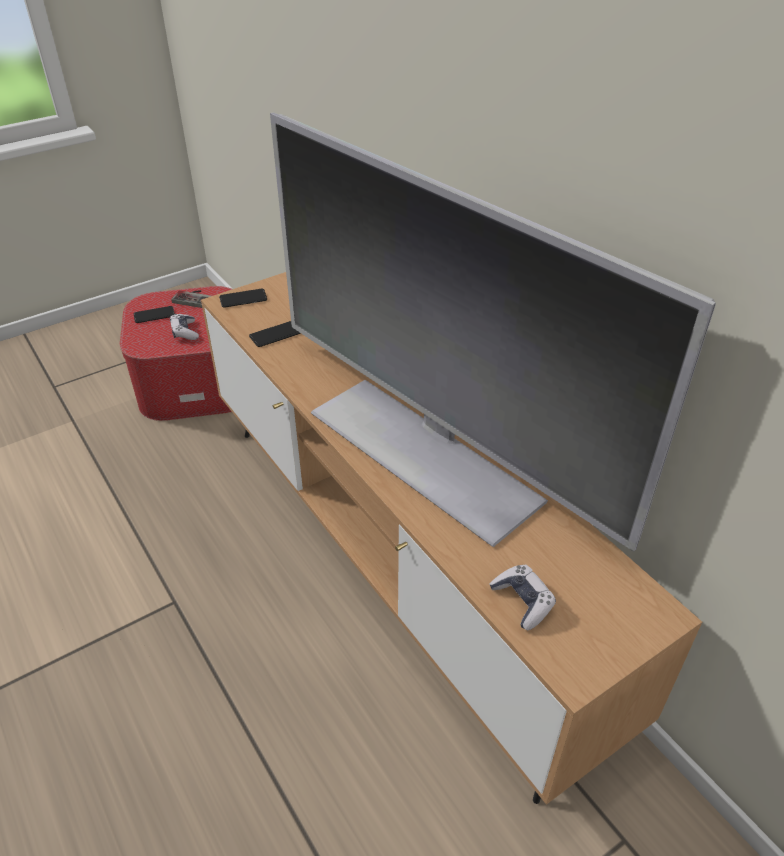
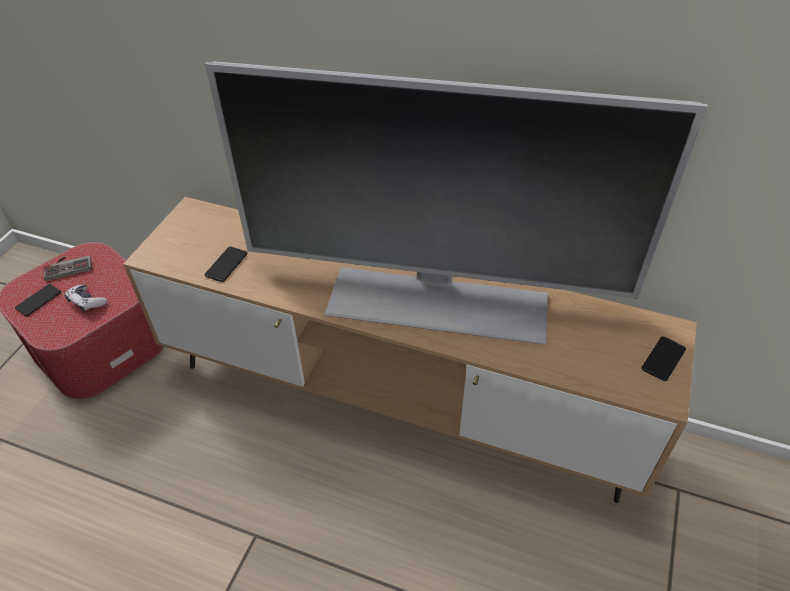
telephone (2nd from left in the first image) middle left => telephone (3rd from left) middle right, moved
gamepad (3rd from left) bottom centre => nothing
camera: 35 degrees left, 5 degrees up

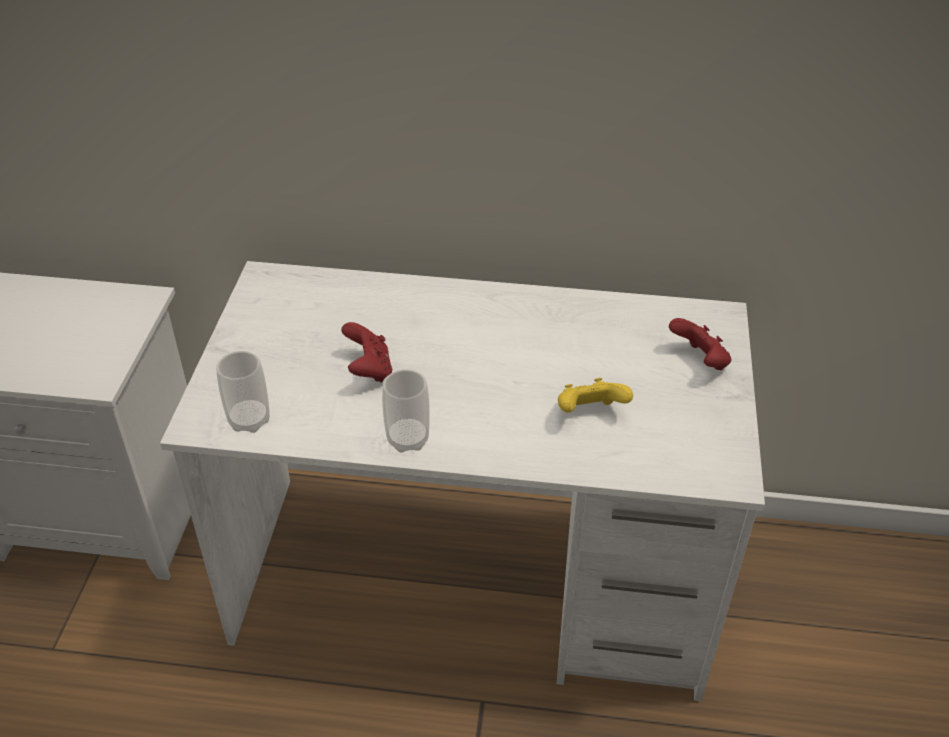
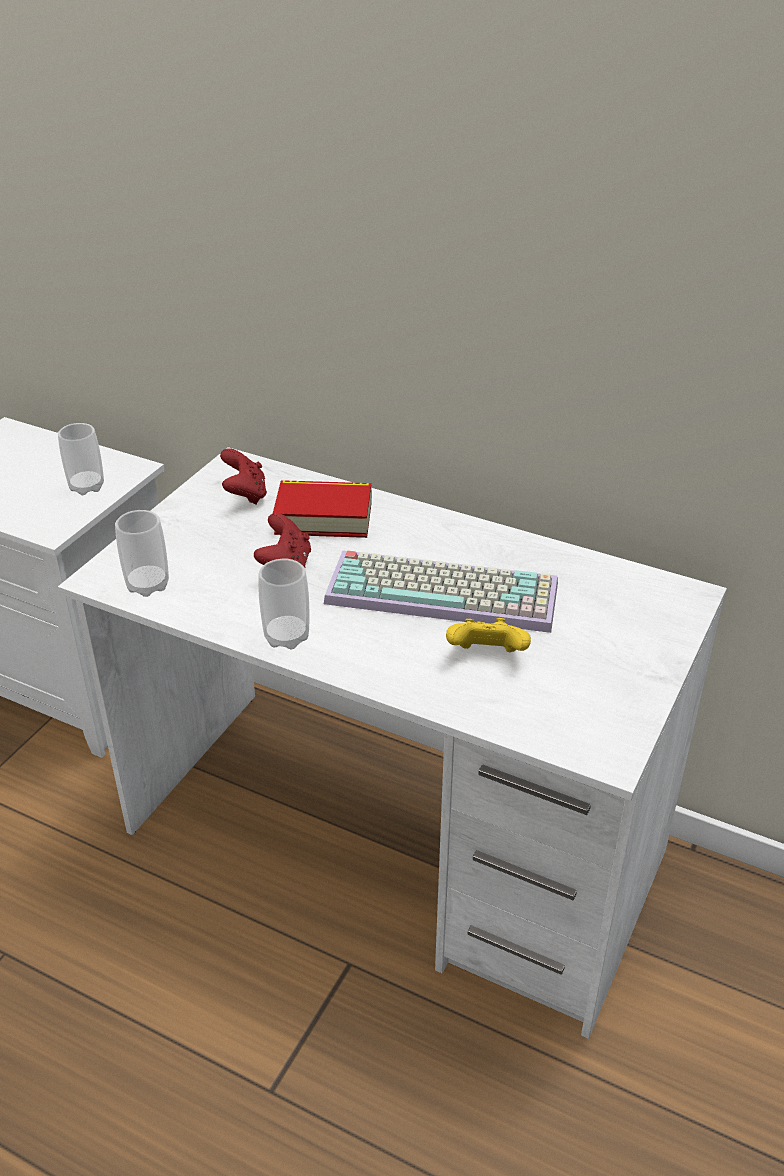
gamepad (red) (2nd from left in the first image) middle right => gamepad (red) (1st from left) middle left, moved
nothing => drinking cup (1st from left) middle left
nothing => bound book centre
nothing => computer keyboard centre
camera: 20 degrees right, 5 degrees down

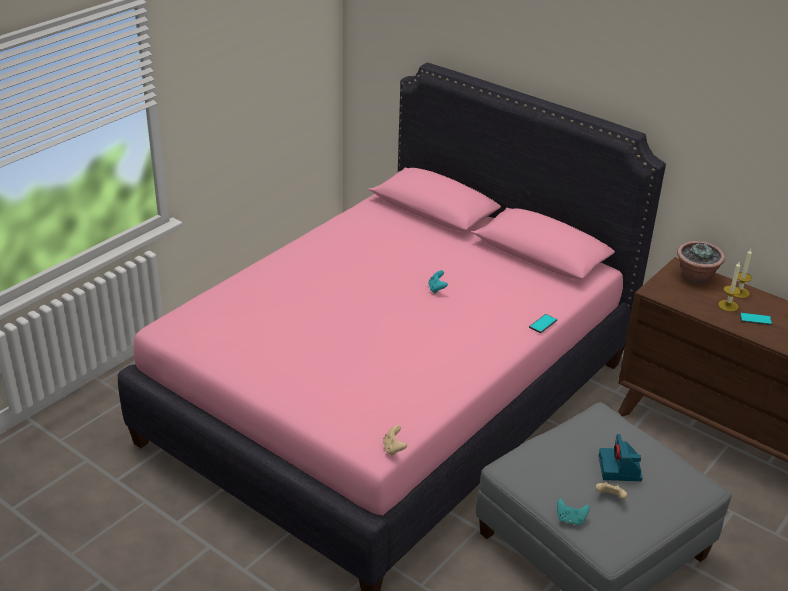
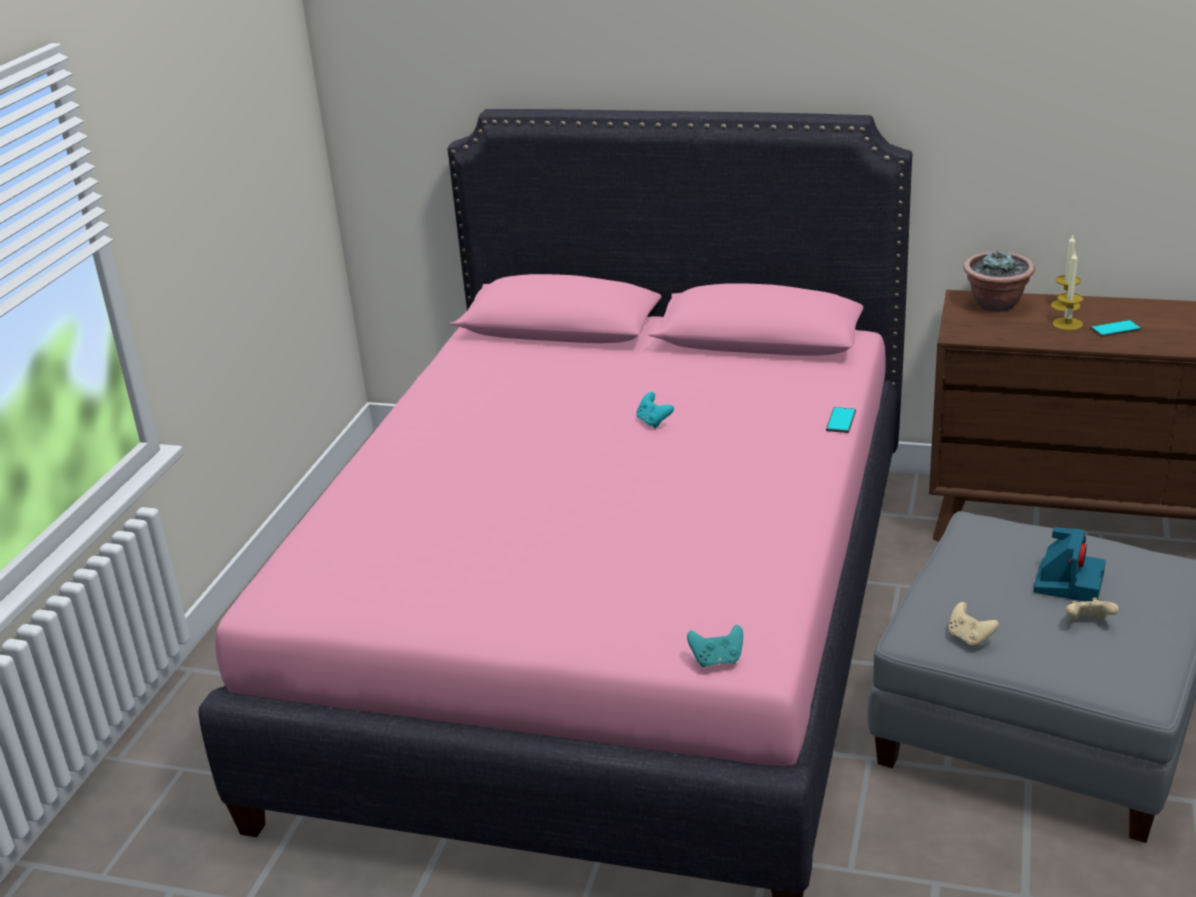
gamepad (beige-coloured) (1st from left) bottom centre => gamepad (beige-coloured) (1st from left) bottom right, moved
gamepad (turquoise-coloured) (2nd from left) bottom right => gamepad (turquoise-coloured) (2nd from left) bottom centre, moved
still camera bottom right => still camera middle right, 135 degrees counterclockwise
camera: 20 degrees left, 5 degrees down

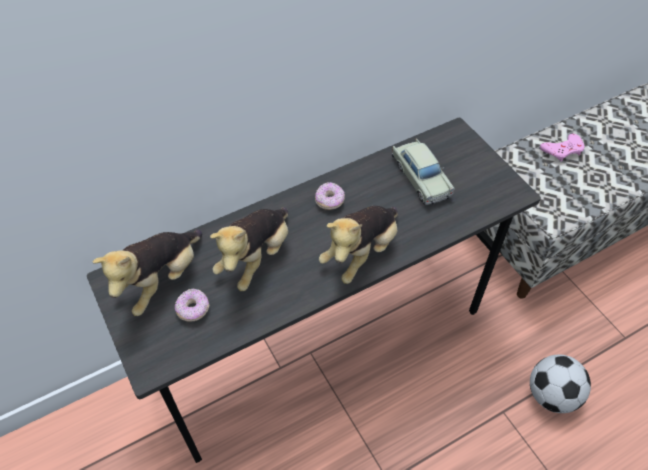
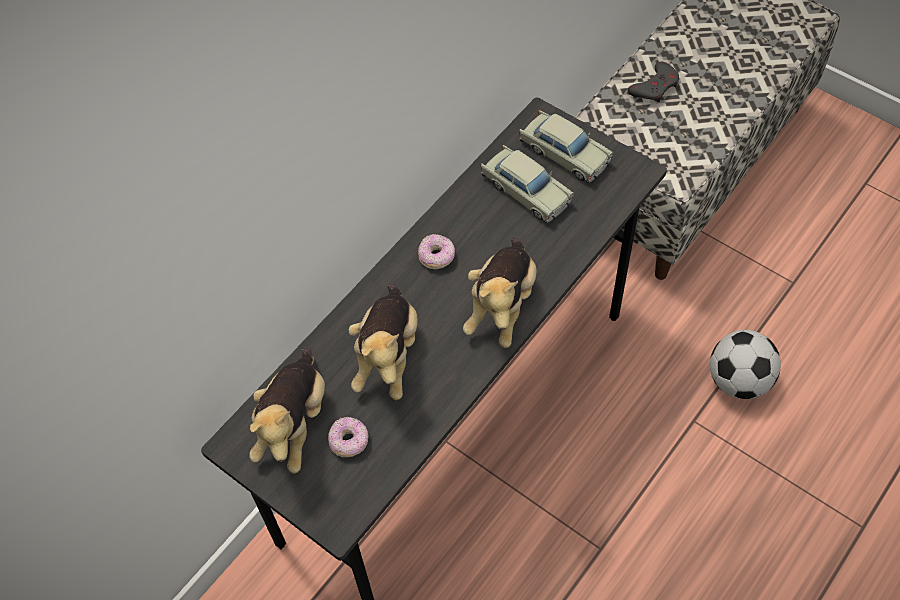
gamepad (pink) top right => gamepad (grey) top right
nothing => model car (beige-coloured) (2nd from left) top centre
camera: 20 degrees left, 5 degrees up

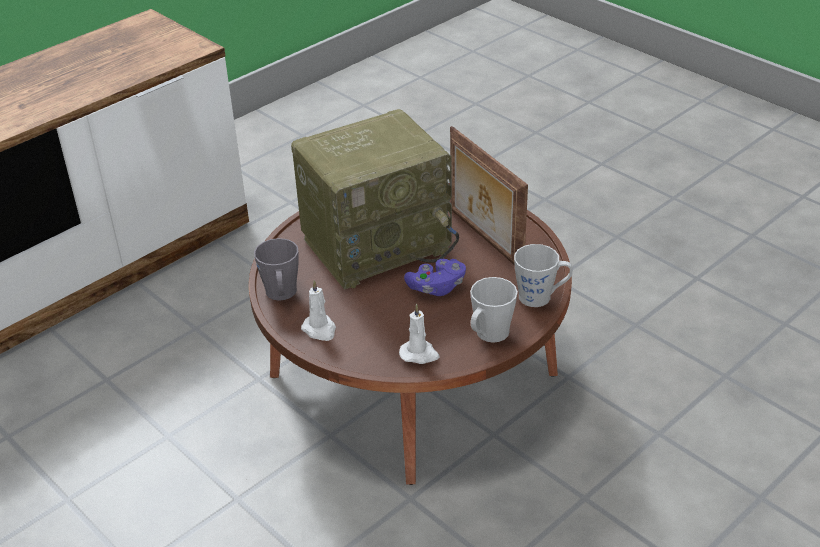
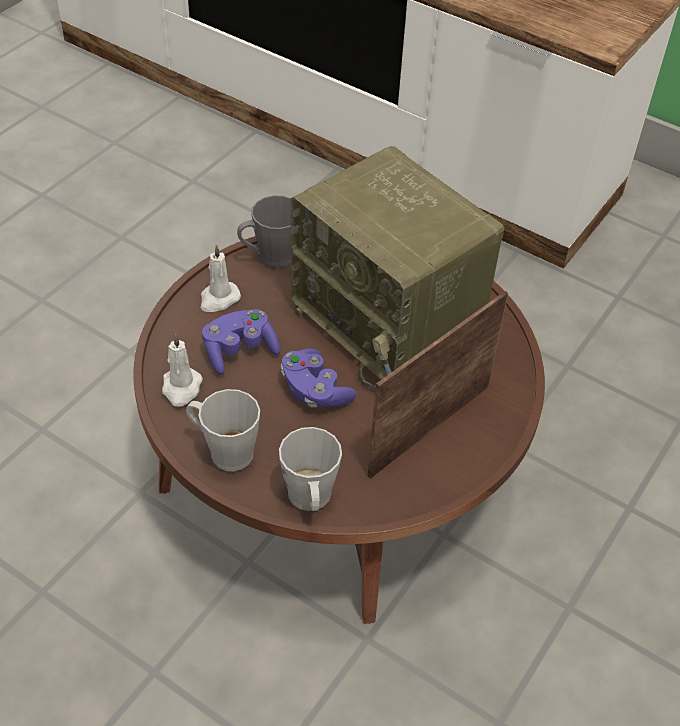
nothing => gamepad (purplish) (1st from left) centre
camera: 75 degrees right, 10 degrees up

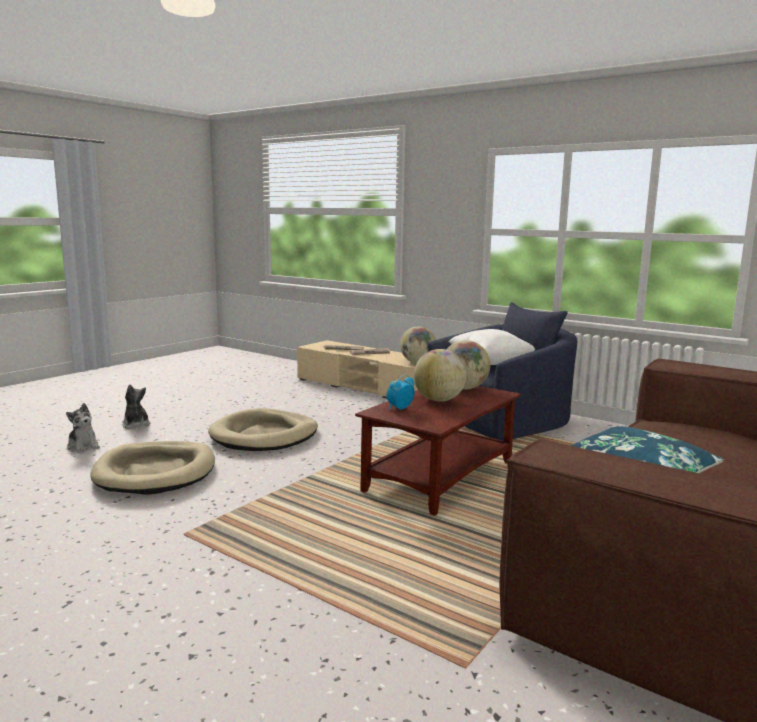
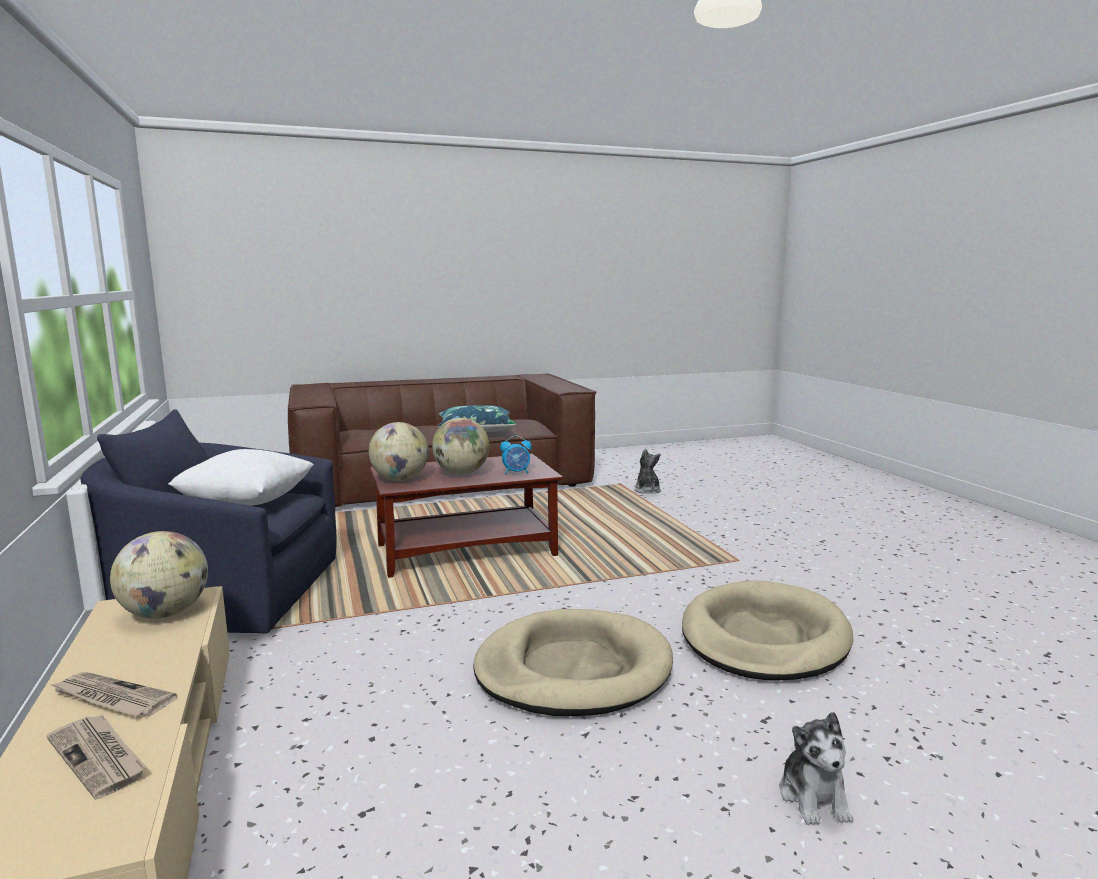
soft toy (1st from left) middle left => soft toy (1st from left) centre, moved
camera: 145 degrees left, 0 degrees up

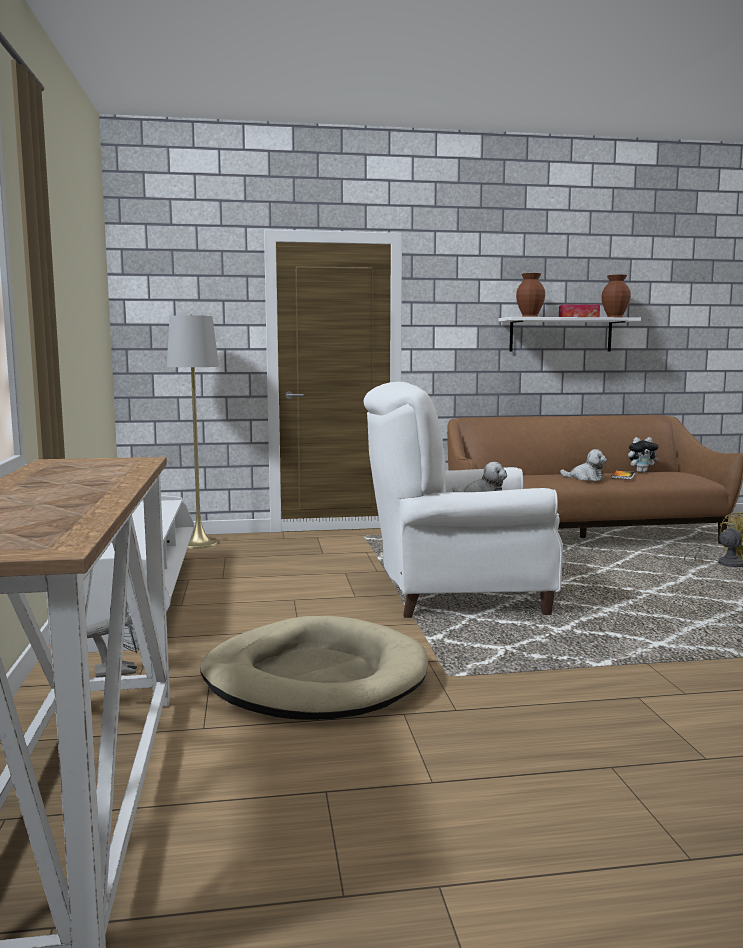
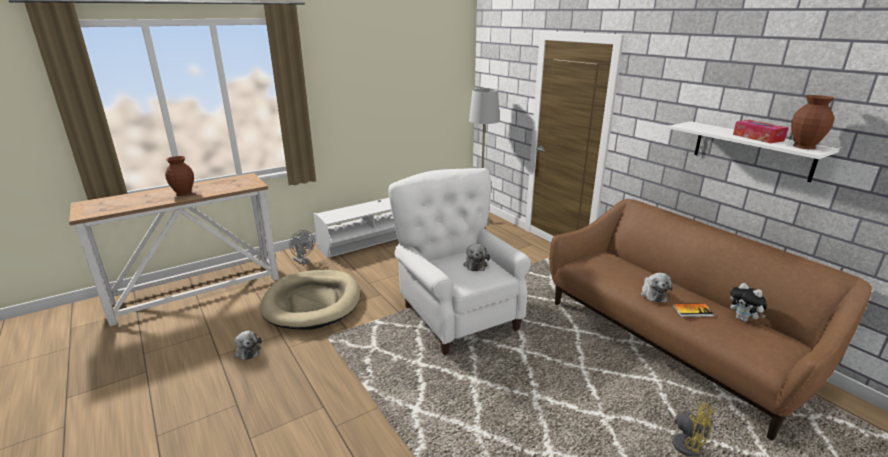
decorative vase (brown-coloured) (1st from left) top right => decorative vase (brown-coloured) (1st from left) middle left, moved
nothing => soft toy (1st from left) bottom left
camera: 65 degrees right, 15 degrees up

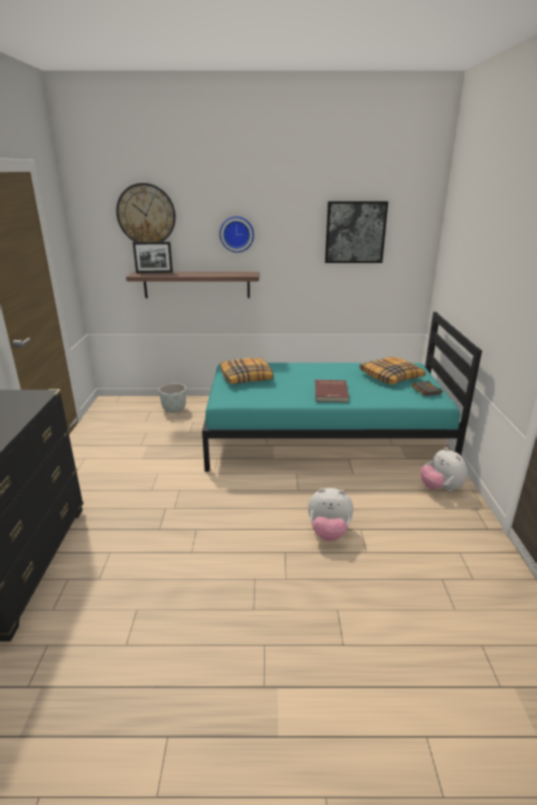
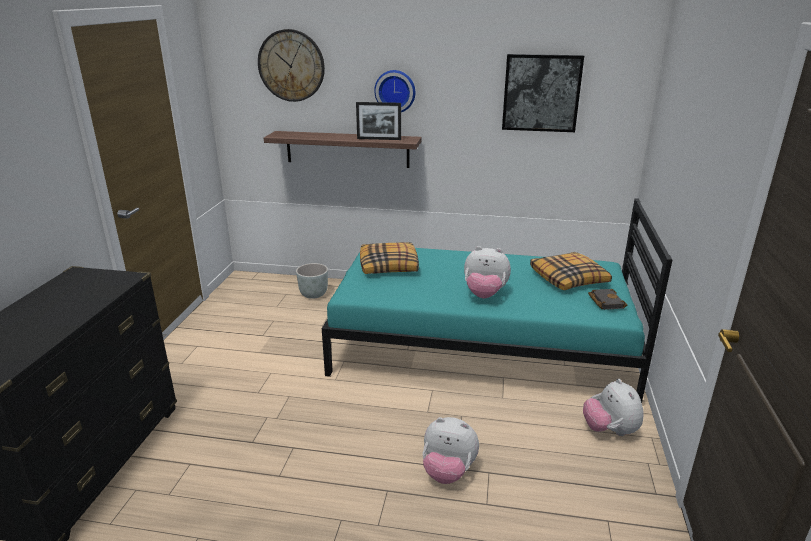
standing frame top left => standing frame top centre, moved
bound book (red) centre => soft toy (2nd from left) centre
camera: 10 degrees right, 0 degrees up

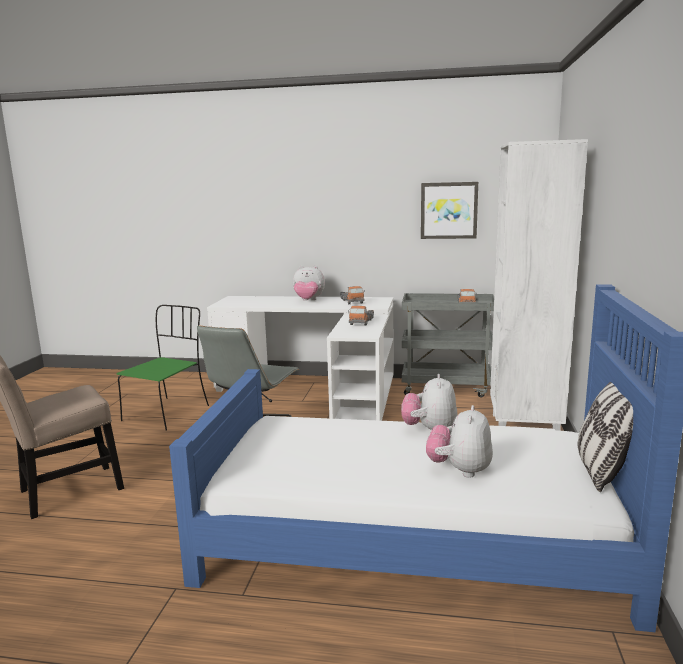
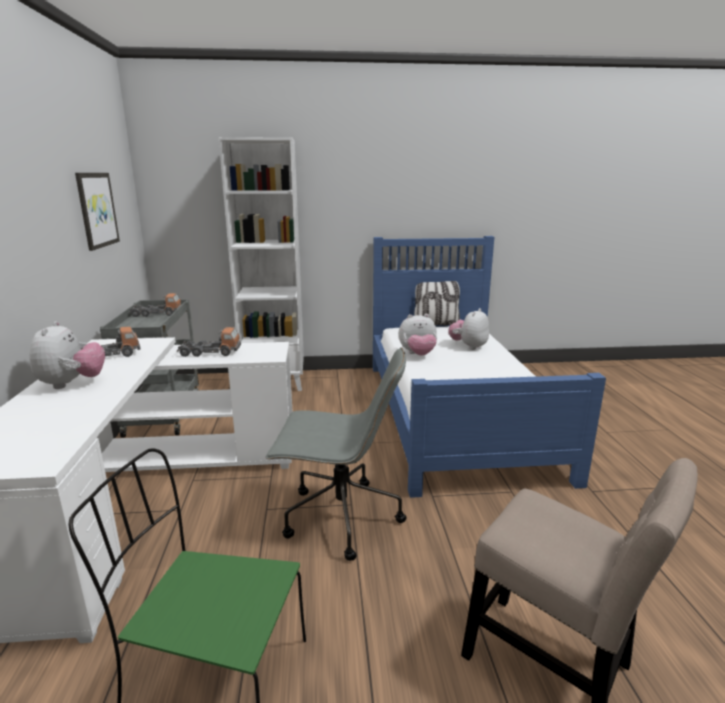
soft toy (3rd from left) middle right => soft toy (3rd from left) centre, 120 degrees clockwise
camera: 105 degrees left, 5 degrees up

